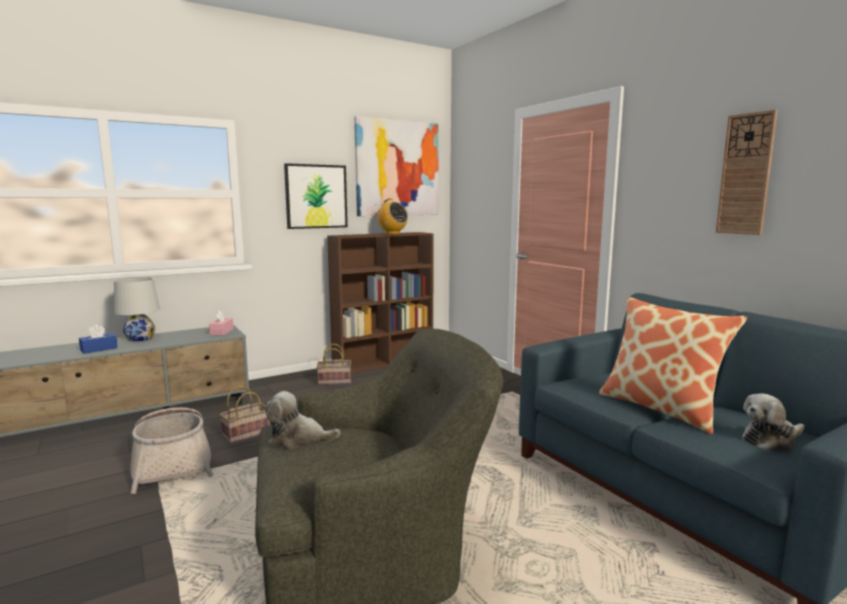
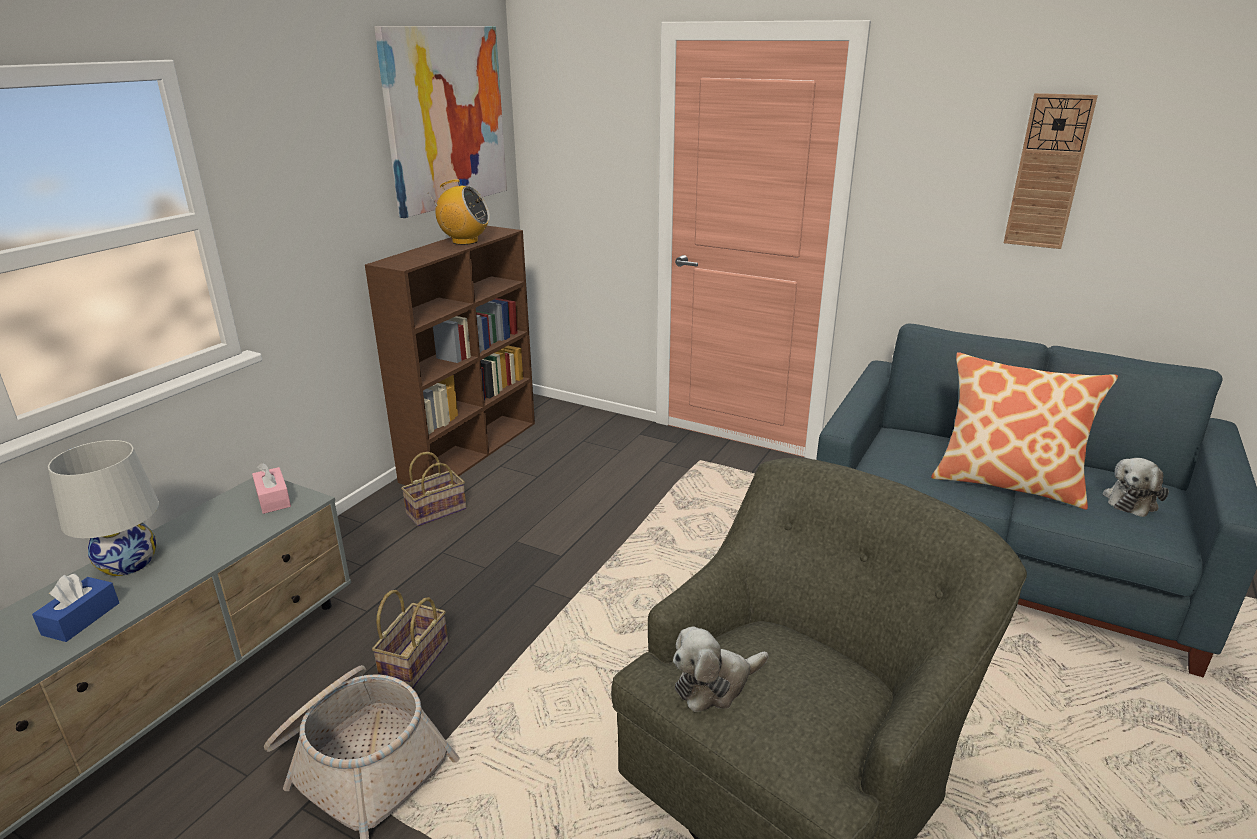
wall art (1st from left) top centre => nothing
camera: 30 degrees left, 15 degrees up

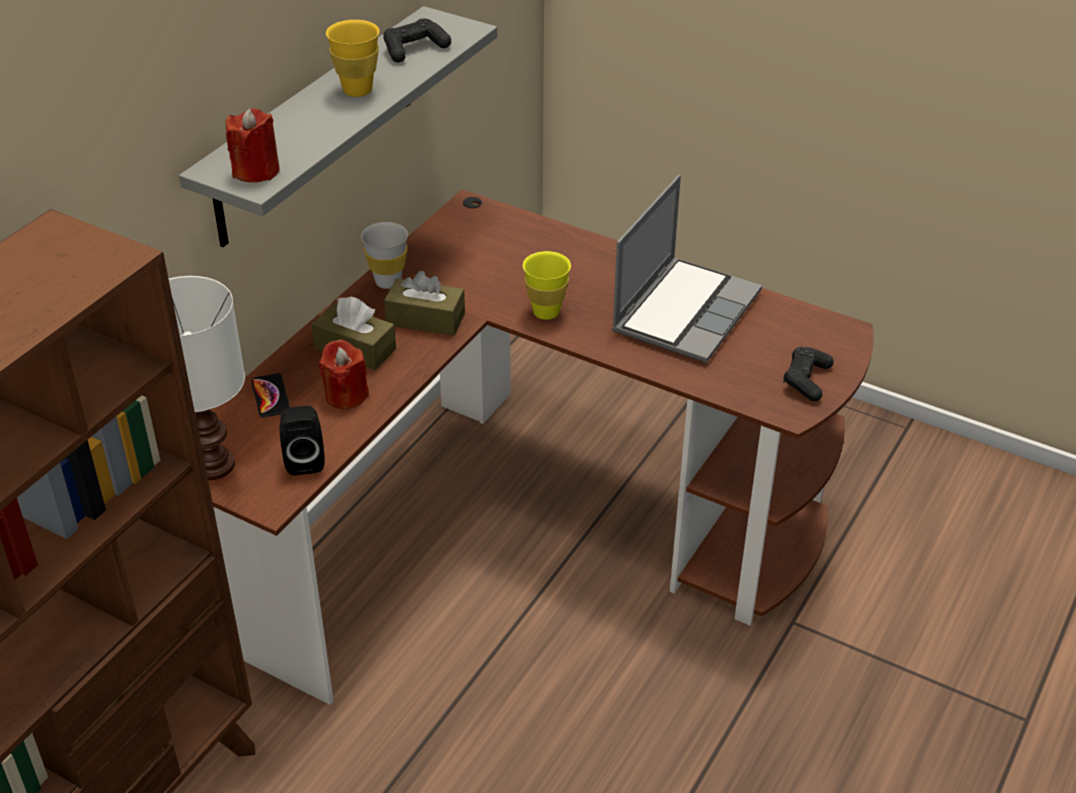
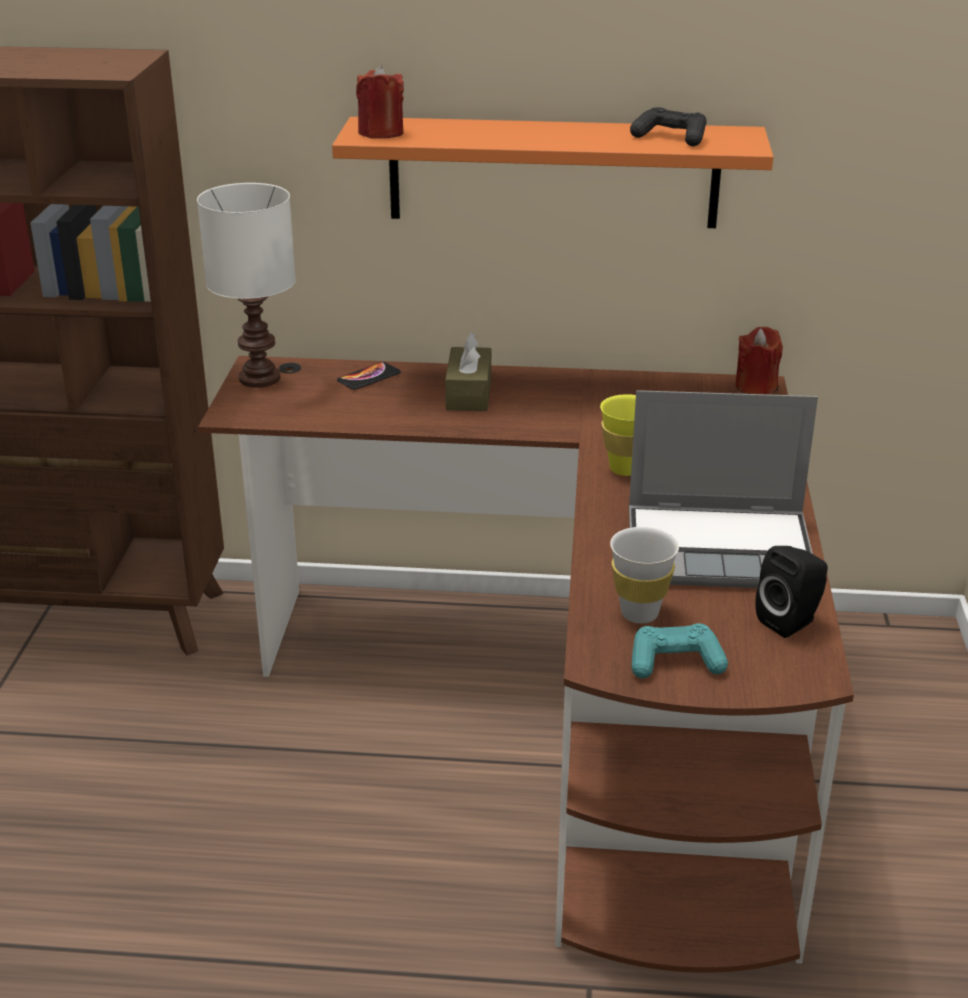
shelf (grey) top left => shelf (orange) top centre
loudspeaker (blackish) middle left => loudspeaker (blackish) middle right, moved
candle (red) (2nd from left) middle left => candle (red) (2nd from left) middle right, moved
drinking cup (yellow-coloured) (1st from left) top left => nothing
drinking cup (white-coloured) top centre => drinking cup (white-coloured) centre, moved
tissue holder (brown-coloured) (2nd from left) centre => nothing
gamepad (blackish) (2nd from left) middle right => gamepad (turquoise-coloured) middle right
camera: 65 degrees right, 10 degrees down

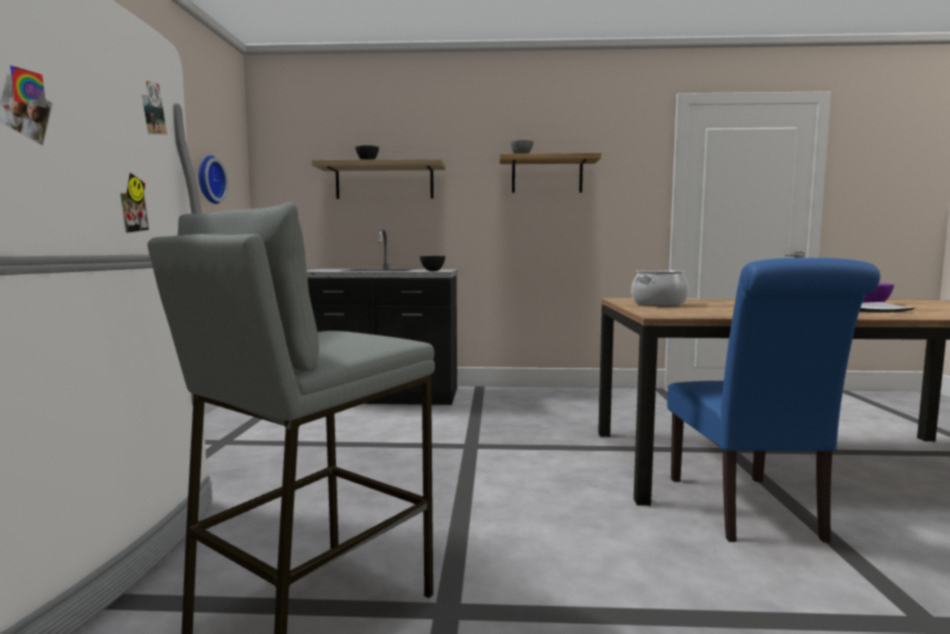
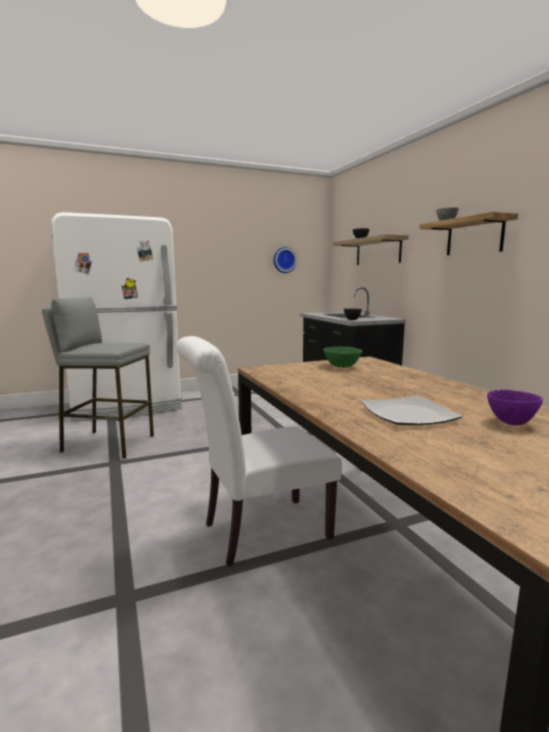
saucepot middle right => serving bowl (green) centre
upright chair (blue) middle right => upright chair (white-coloured) centre
camera: 65 degrees right, 5 degrees up

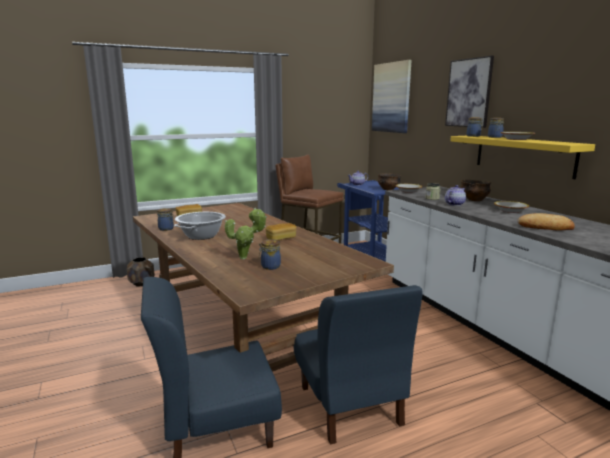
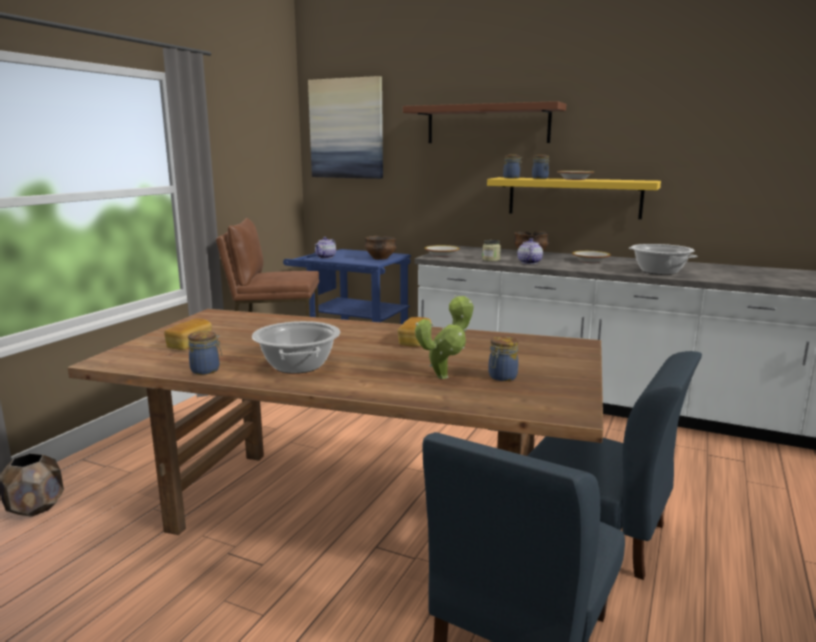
wall art (2nd from left) top right => shelf (brown-coloured) top centre
bakery bread (3rd from left) middle right => saucepot (2nd from left) middle right
camera: 40 degrees left, 0 degrees up

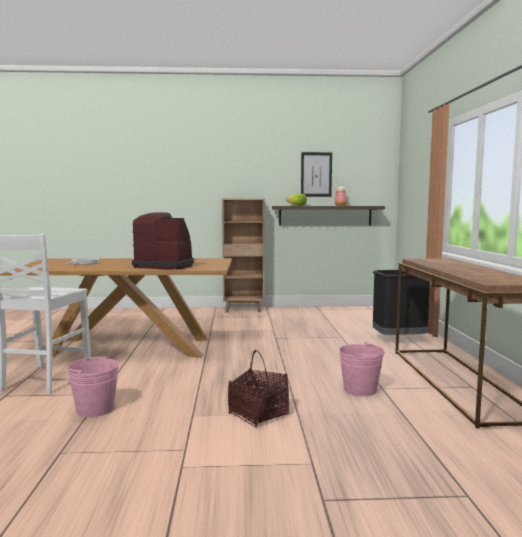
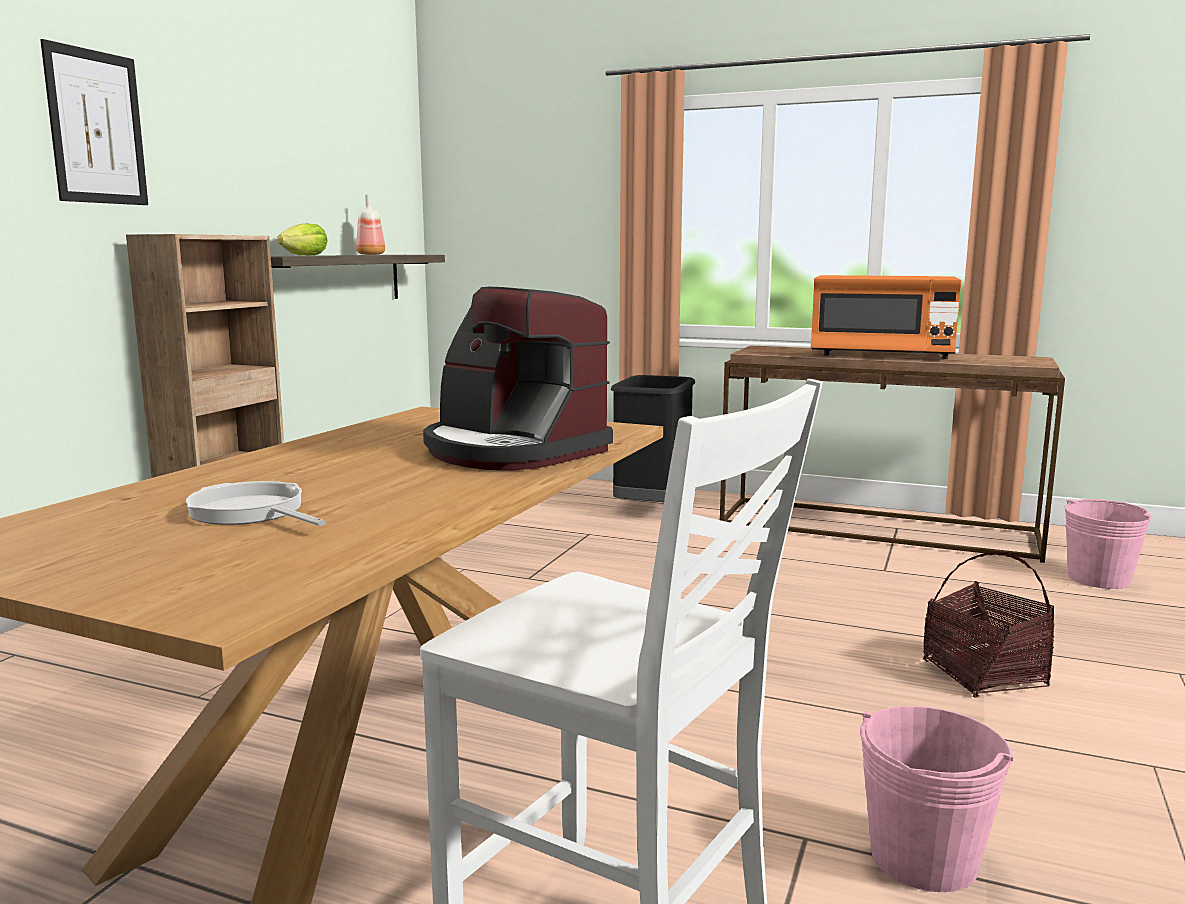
coffee brewer middle left => coffee brewer centre, 90 degrees counterclockwise
wall art top centre => wall art top left, moved
bucket (pink) (2nd from left) bottom right => bucket (pink) (2nd from left) middle right, moved
nothing => microwave (orange) middle right
camera: 65 degrees left, 5 degrees up

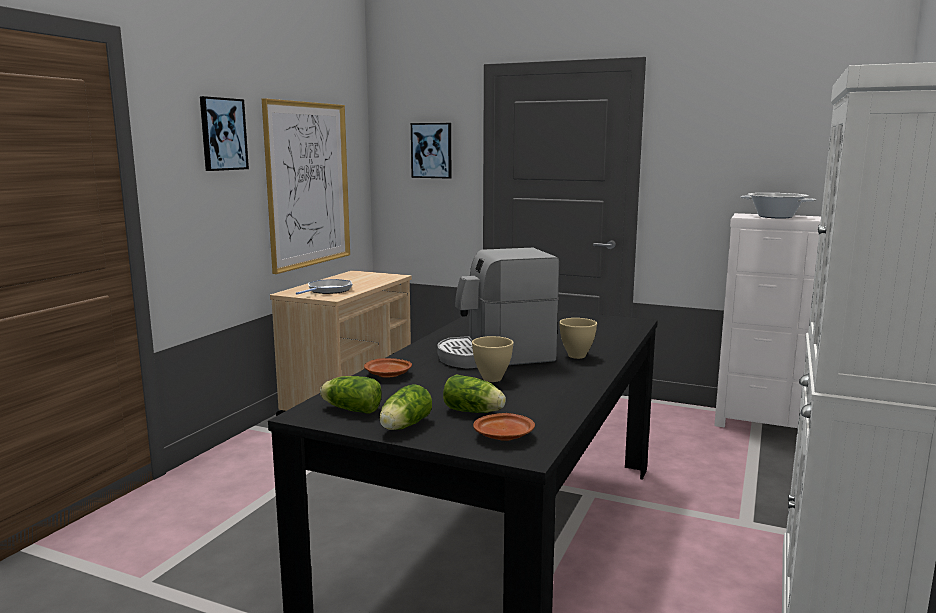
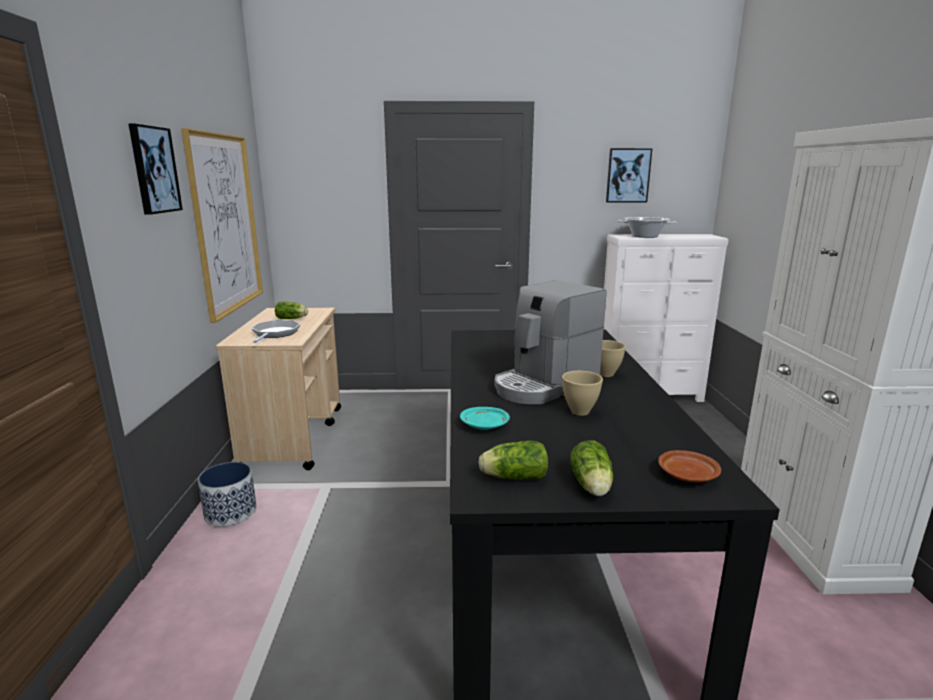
dinner plate (brown-coloured) (1st from left) centre => dinner plate (turquoise-coloured) centre
wall art (3rd from left) top centre => wall art (3rd from left) top right, moved
head of lettuce (3rd from left in the first image) centre => head of lettuce (1st from left) middle left, moved
nothing => plant pot bottom left
camera: 25 degrees left, 5 degrees up

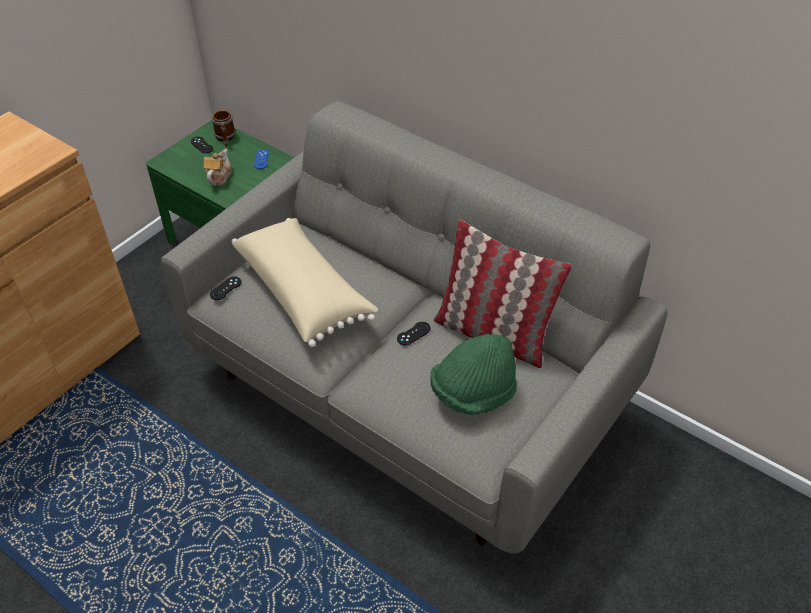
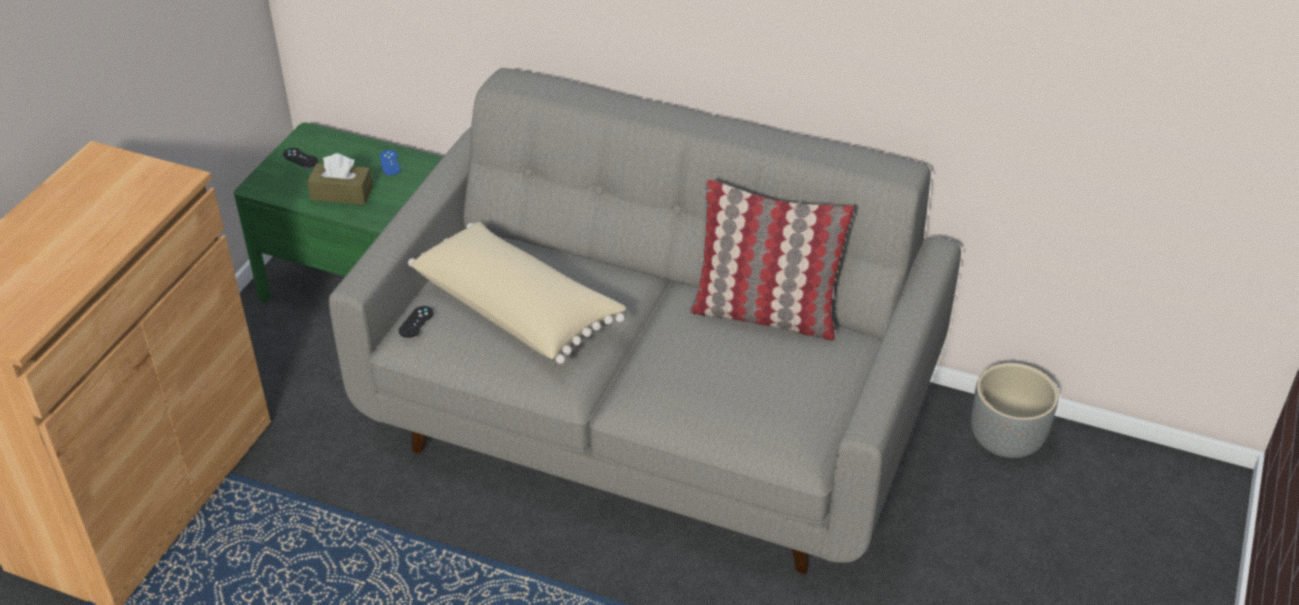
tea pot top left => tissue holder (brown-coloured) top left
coffee mug top left => nothing
gamepad (blackish) (3rd from left) centre => nothing
clothing hat (green) centre => nothing
nothing => plant pot (grey) bottom right
camera: 15 degrees left, 5 degrees down

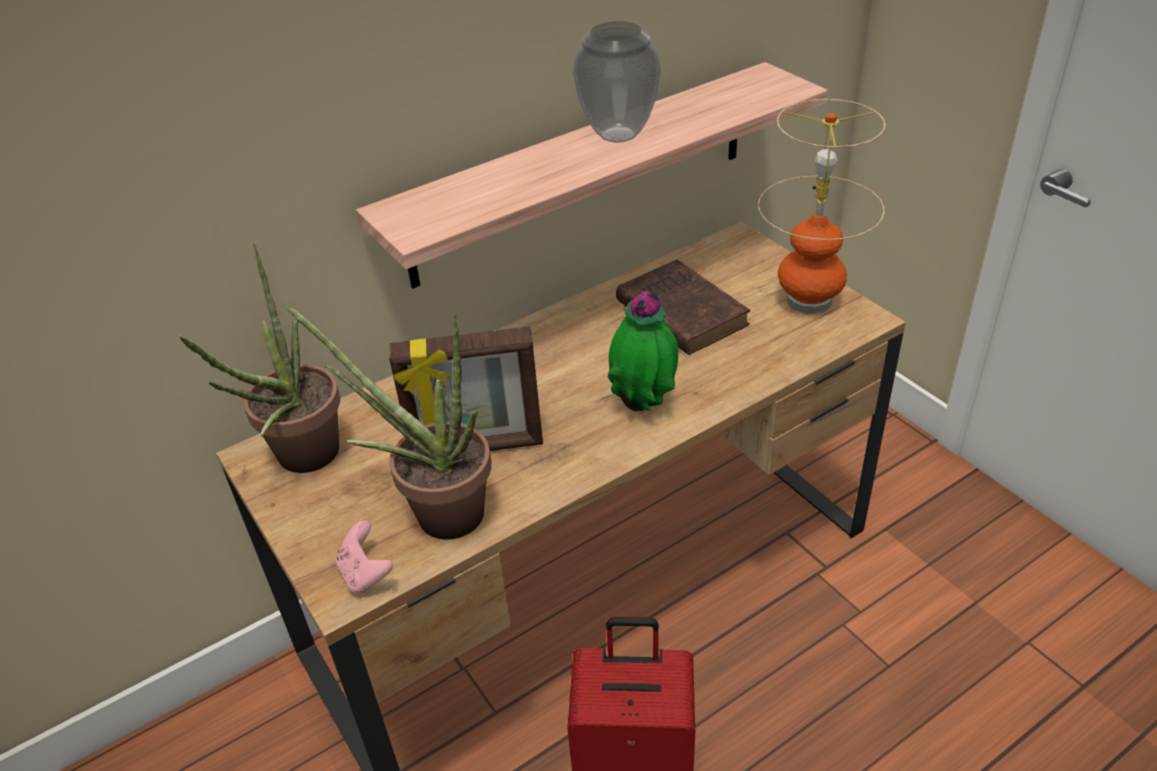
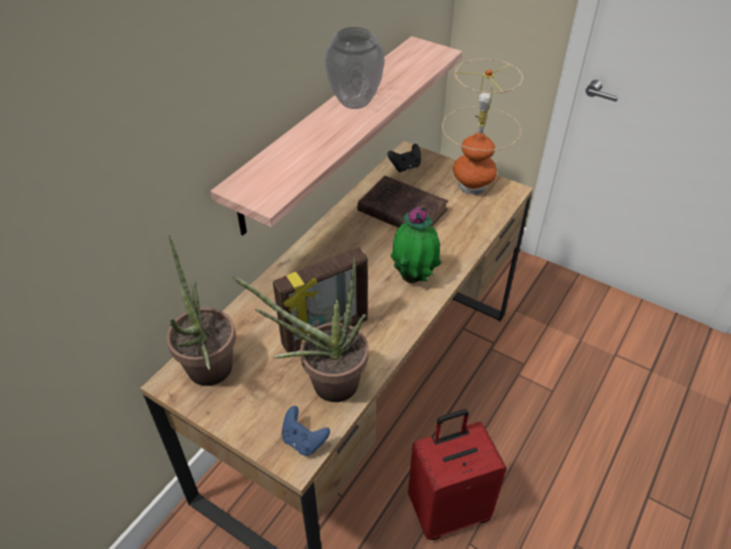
gamepad (pink) bottom left => gamepad (blue) bottom centre
nothing => gamepad (blackish) top centre
camera: 25 degrees left, 5 degrees up

